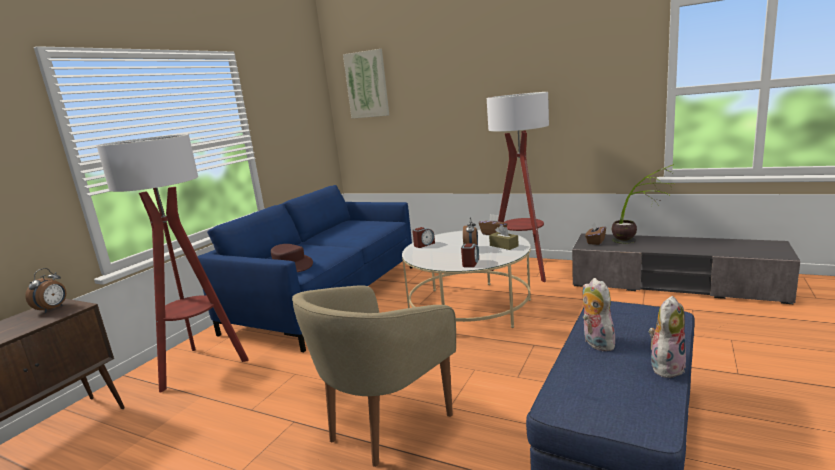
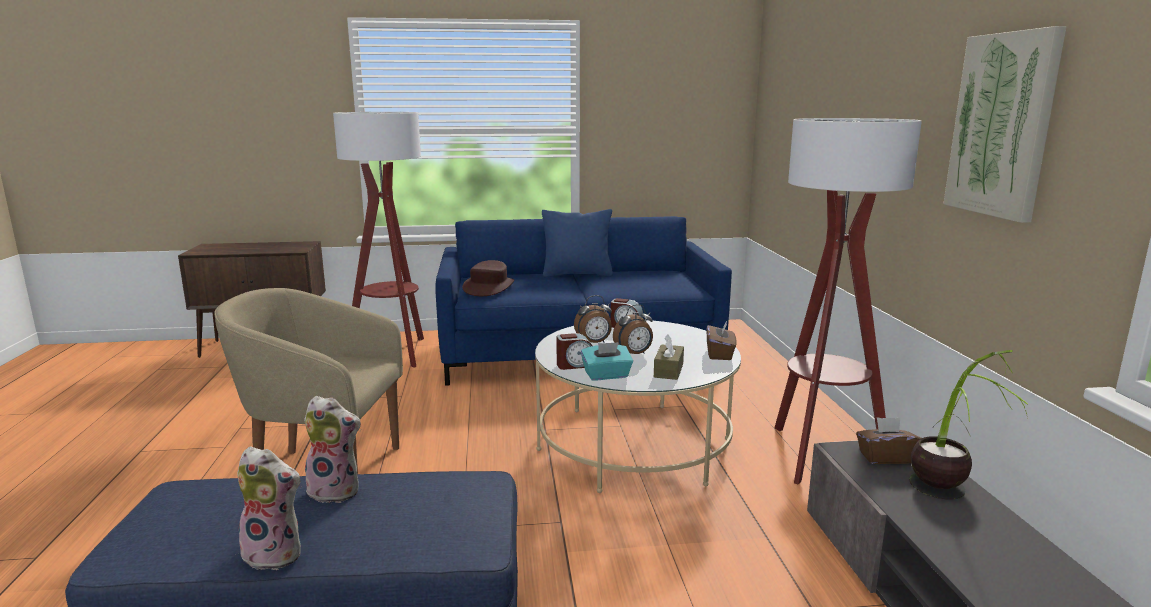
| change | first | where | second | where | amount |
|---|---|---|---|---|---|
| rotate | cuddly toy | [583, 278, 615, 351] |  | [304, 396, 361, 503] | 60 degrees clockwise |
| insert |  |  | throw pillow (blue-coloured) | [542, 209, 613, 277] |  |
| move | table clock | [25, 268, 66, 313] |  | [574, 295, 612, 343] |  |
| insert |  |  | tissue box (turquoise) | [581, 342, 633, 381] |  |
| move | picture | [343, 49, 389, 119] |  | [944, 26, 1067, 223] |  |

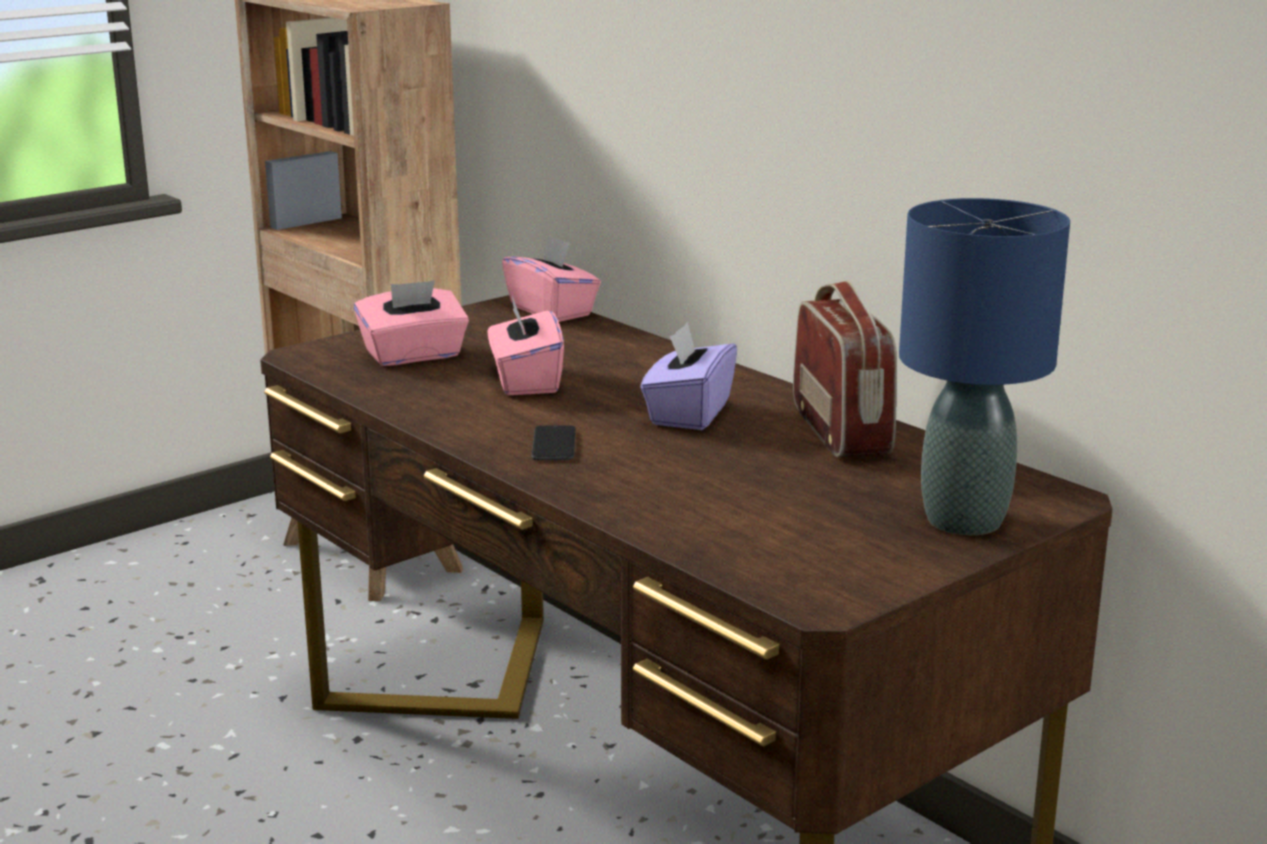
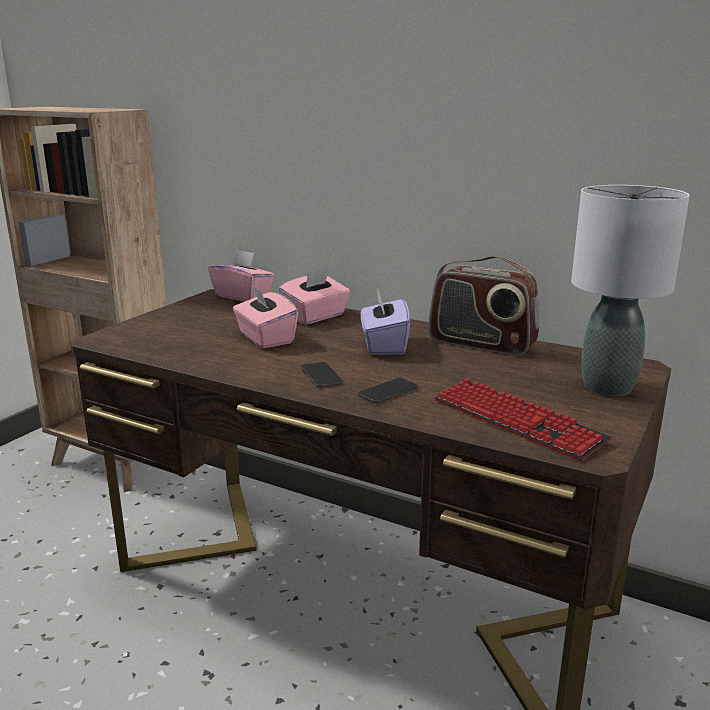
| change | first | where | second | where | amount |
|---|---|---|---|---|---|
| move | tissue box (pinkish) | [354, 280, 469, 366] |  | [279, 268, 350, 325] |  |
| insert |  |  | phone | [358, 378, 418, 403] |  |
| rotate | radio set | [793, 281, 897, 457] |  | [429, 256, 540, 356] | 150 degrees clockwise |
| insert |  |  | PC keyboard | [434, 378, 612, 461] |  |
| recolor | table lamp (blue-coloured) | [899, 198, 1070, 535] | table lamp (gray) | [571, 185, 690, 396] |  |

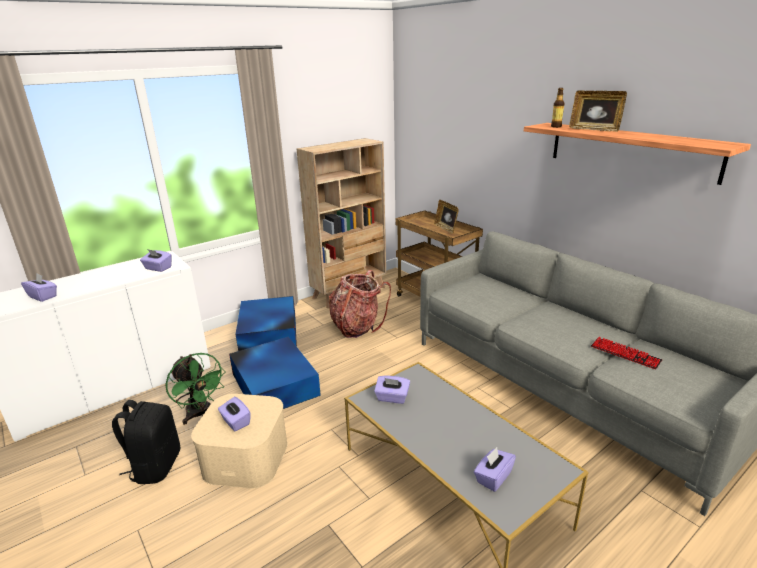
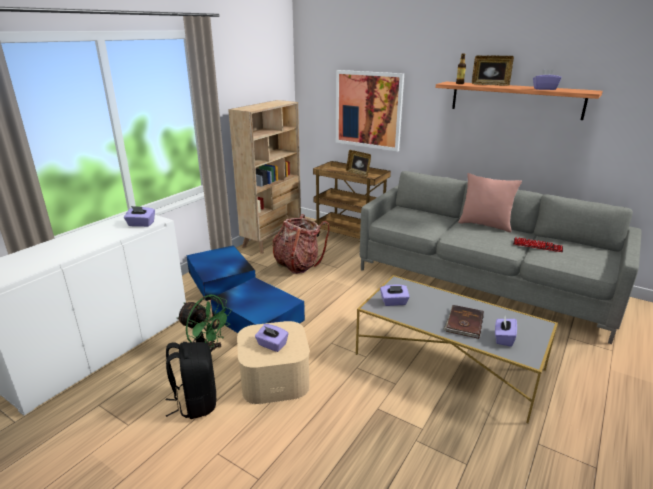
| change | first | where | second | where | amount |
|---|---|---|---|---|---|
| insert |  |  | picture | [336, 70, 404, 152] |  |
| insert |  |  | book (brownish) | [443, 305, 484, 339] |  |
| insert |  |  | throw pillow (pinkish) | [458, 173, 522, 233] |  |
| move | tissue box (purplish) | [21, 273, 57, 302] |  | [533, 69, 561, 90] |  |

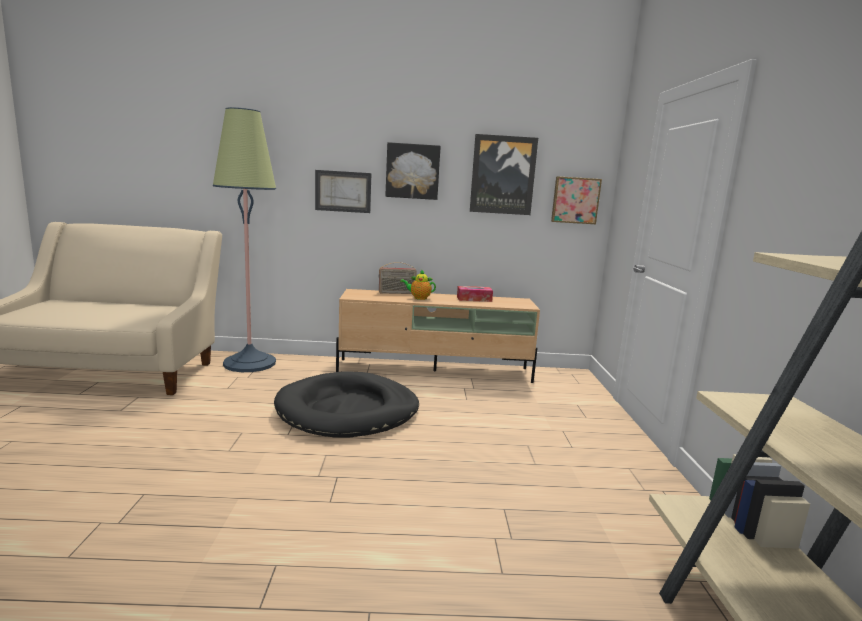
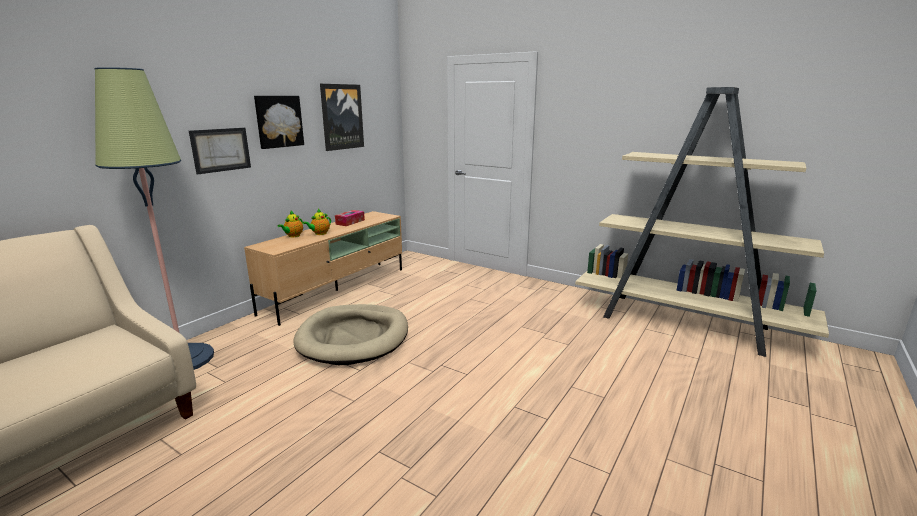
| change | first | where | second | where | amount |
|---|---|---|---|---|---|
| replace | radio set | [379, 262, 417, 294] | tea pot | [278, 211, 303, 237] |  |
| recolor | pet bed (black) | [274, 371, 419, 438] | pet bed (beige) | [293, 304, 408, 365] |  |
| delete | picture | [551, 176, 602, 224] |  |  |  |

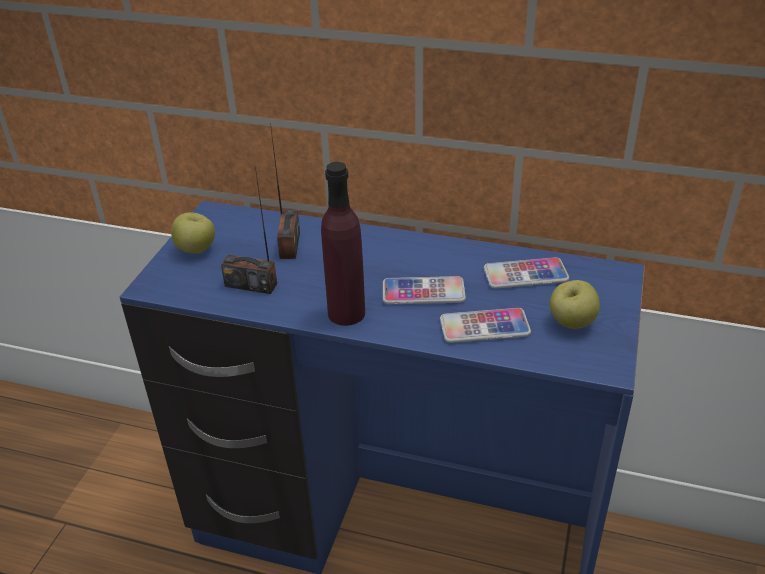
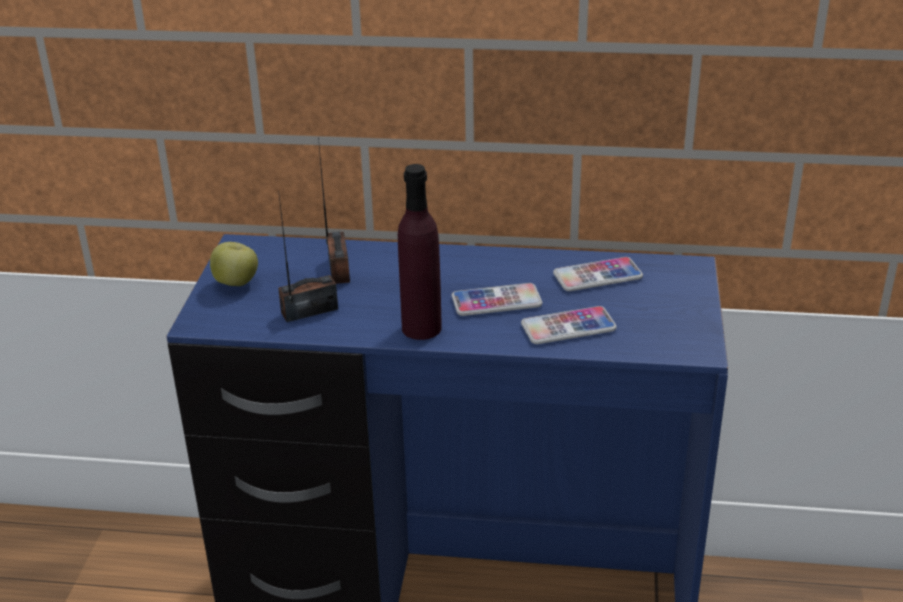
| change | first | where | second | where | amount |
|---|---|---|---|---|---|
| rotate | radio set | [221, 167, 277, 294] |  | [278, 196, 338, 322] | 150 degrees clockwise |
| delete | apple | [550, 280, 600, 329] |  |  |  |

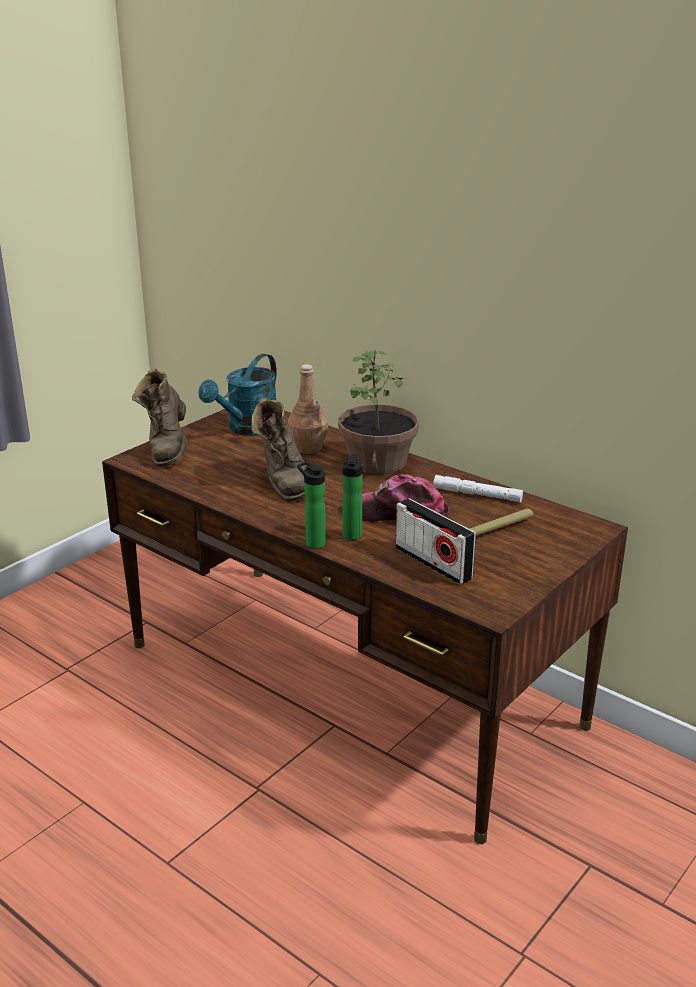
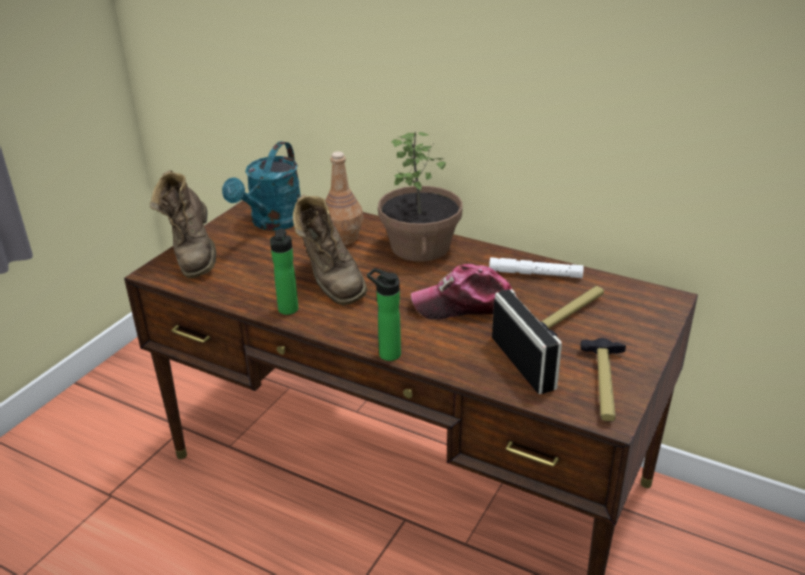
| change | first | where | second | where | amount |
|---|---|---|---|---|---|
| move | bottle | [342, 455, 363, 540] |  | [270, 228, 298, 315] |  |
| rotate | radio set | [396, 498, 476, 585] |  | [492, 289, 562, 394] | 150 degrees counterclockwise |
| insert |  |  | tool hammer | [580, 338, 626, 421] |  |

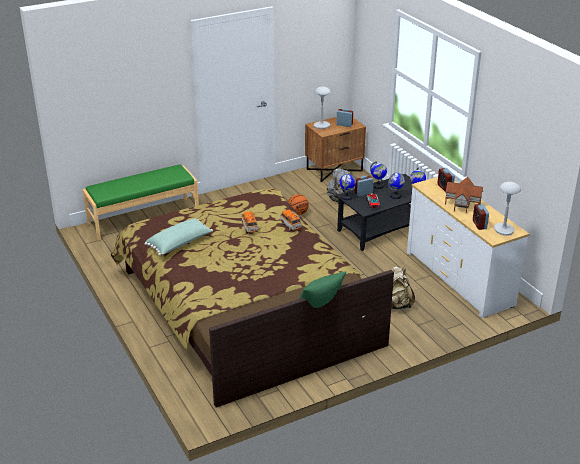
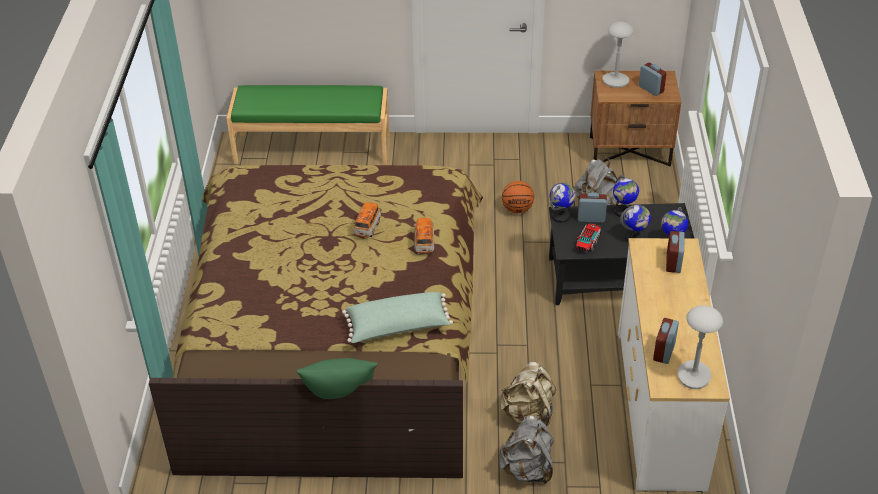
| change | first | where | second | where | amount |
|---|---|---|---|---|---|
| move | throw pillow (greenish) | [145, 218, 213, 256] |  | [342, 292, 453, 343] |  |
| insert |  |  | knapsack (gray) | [499, 416, 554, 484] |  |
| delete | miniature house | [445, 177, 483, 213] |  |  |  |

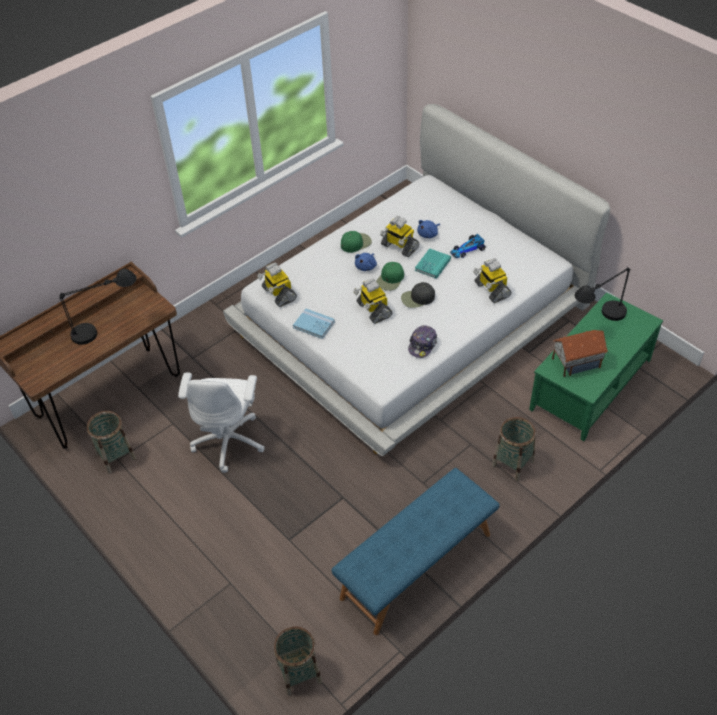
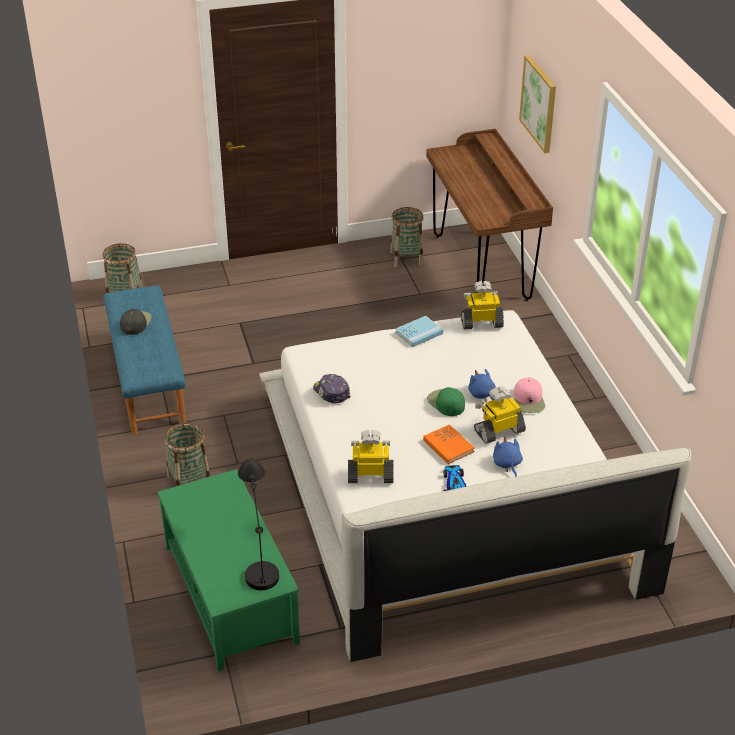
| change | first | where | second | where | amount |
|---|---|---|---|---|---|
| move | baseball cap (black) | [401, 282, 435, 308] |  | [120, 309, 152, 335] |  |
| recolor | book (turquoise) | [415, 248, 451, 279] | book (orangey) | [423, 424, 475, 464] |  |
| recolor | baseball cap (greenish) | [341, 231, 372, 253] | baseball cap (pinkish) | [514, 377, 545, 413] |  |
| insert |  |  | picture | [519, 55, 556, 153] |  |
| delete | table lamp (black) | [59, 268, 137, 345] |  |  |  |
| delete | office chair (white-coloured) | [178, 372, 265, 473] |  |  |  |
| delete | robot figure | [353, 278, 392, 324] |  |  |  |
| delete | miniature house | [552, 330, 608, 377] |  |  |  |

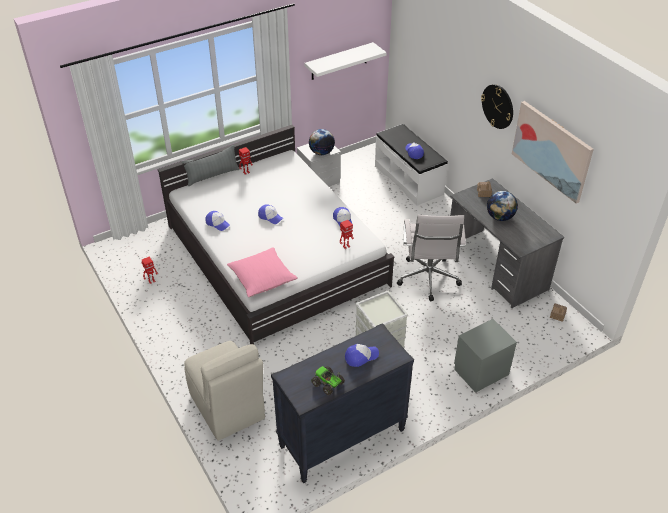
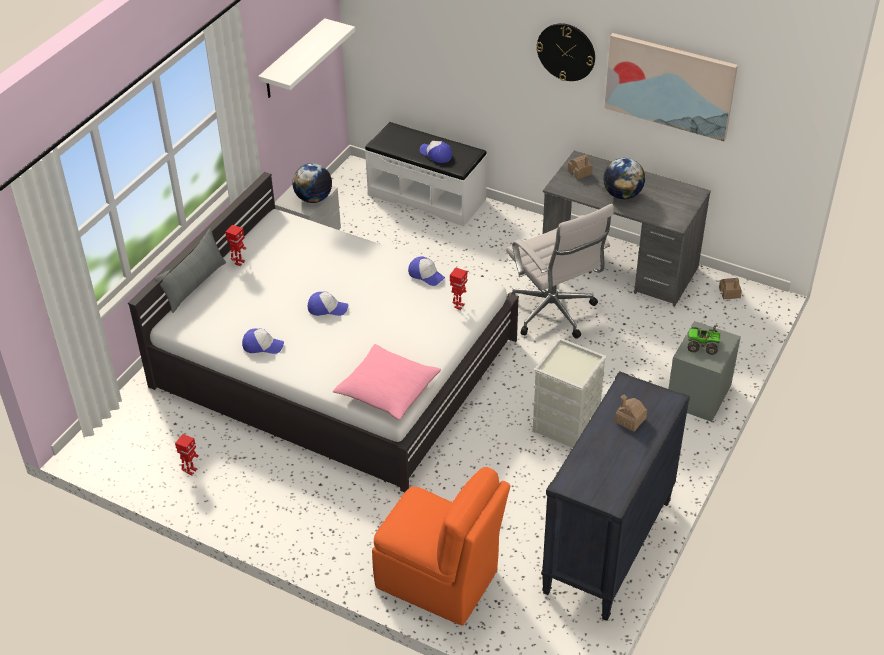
| change | first | where | second | where | amount |
|---|---|---|---|---|---|
| recolor | plain chair (beige) | [184, 341, 265, 441] | plain chair (orangey) | [372, 467, 510, 625] |  |
| replace | baseball cap | [345, 344, 379, 367] | miniature house | [615, 394, 647, 432] |  |
| move | model truck | [311, 366, 345, 396] |  | [687, 325, 720, 355] |  |

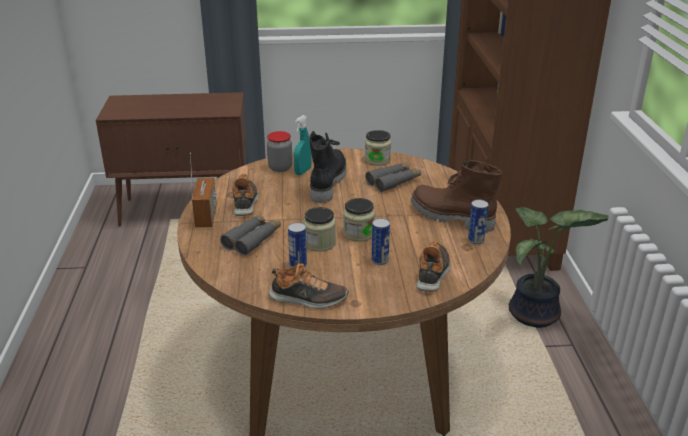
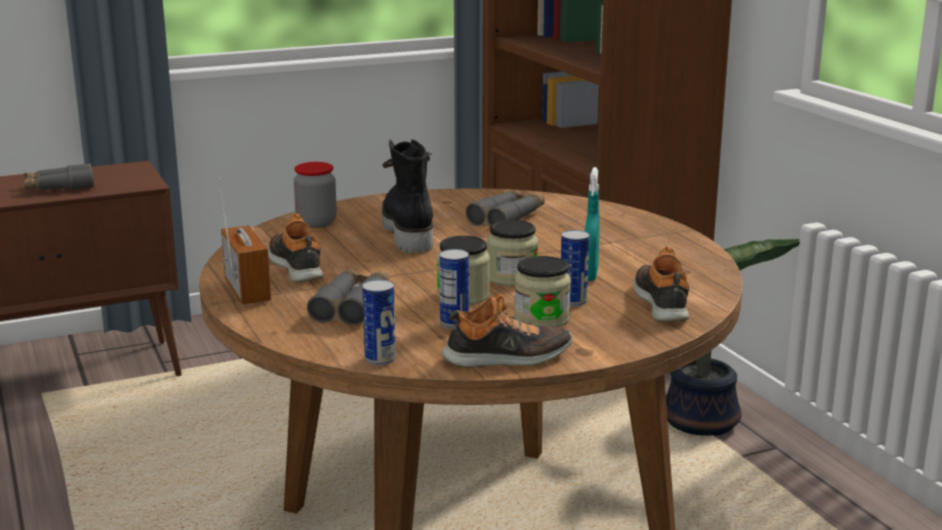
| change | first | where | second | where | amount |
|---|---|---|---|---|---|
| insert |  |  | field glasses (gray) | [24, 163, 94, 190] |  |
| move | sealed can | [468, 199, 489, 245] |  | [362, 279, 396, 365] |  |
| move | storage jar | [365, 130, 391, 166] |  | [514, 256, 571, 327] |  |
| move | sprayer (turquoise) | [294, 115, 312, 175] |  | [585, 167, 600, 281] |  |
| delete | high-top boot (brownish) | [411, 160, 502, 233] |  |  |  |

